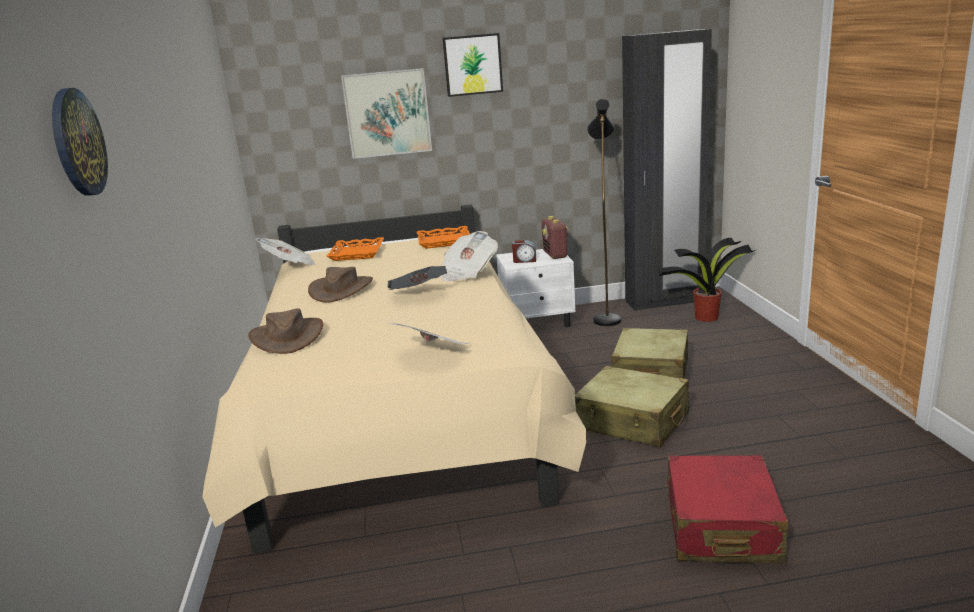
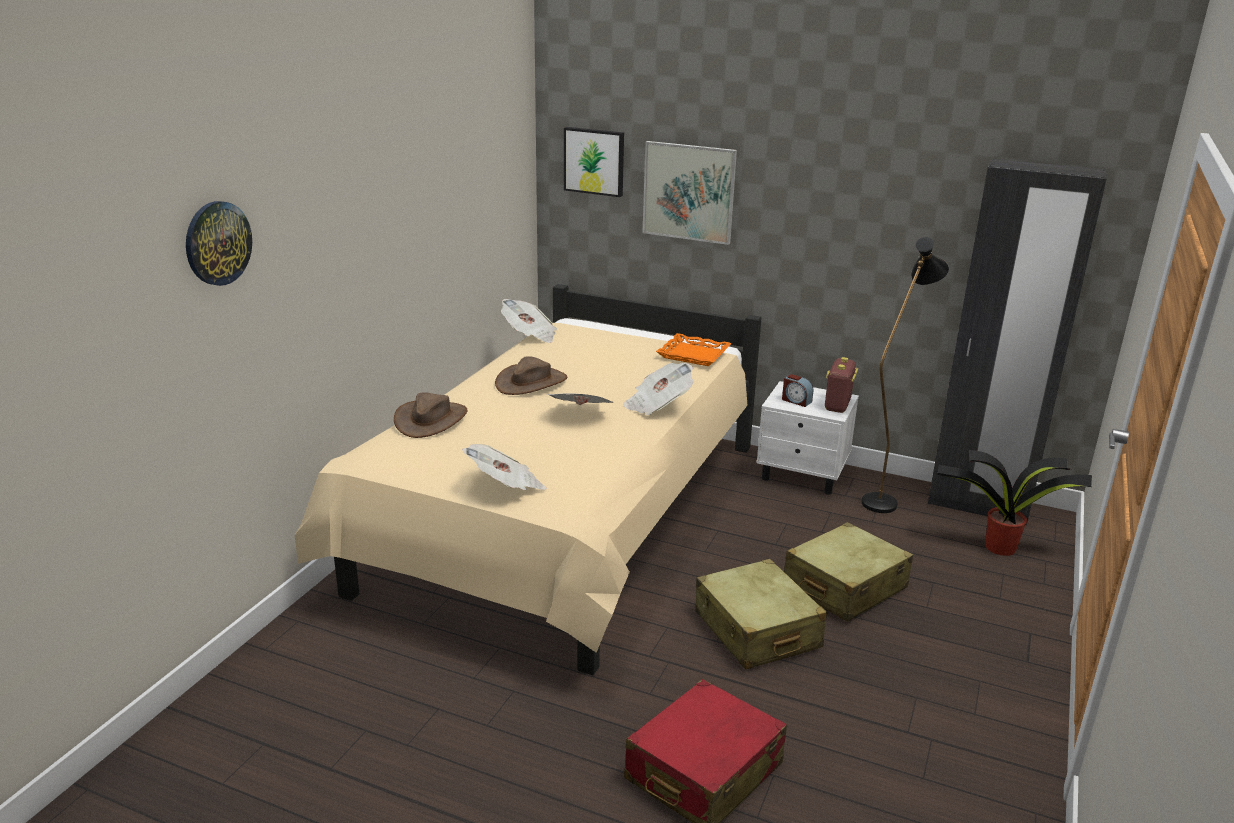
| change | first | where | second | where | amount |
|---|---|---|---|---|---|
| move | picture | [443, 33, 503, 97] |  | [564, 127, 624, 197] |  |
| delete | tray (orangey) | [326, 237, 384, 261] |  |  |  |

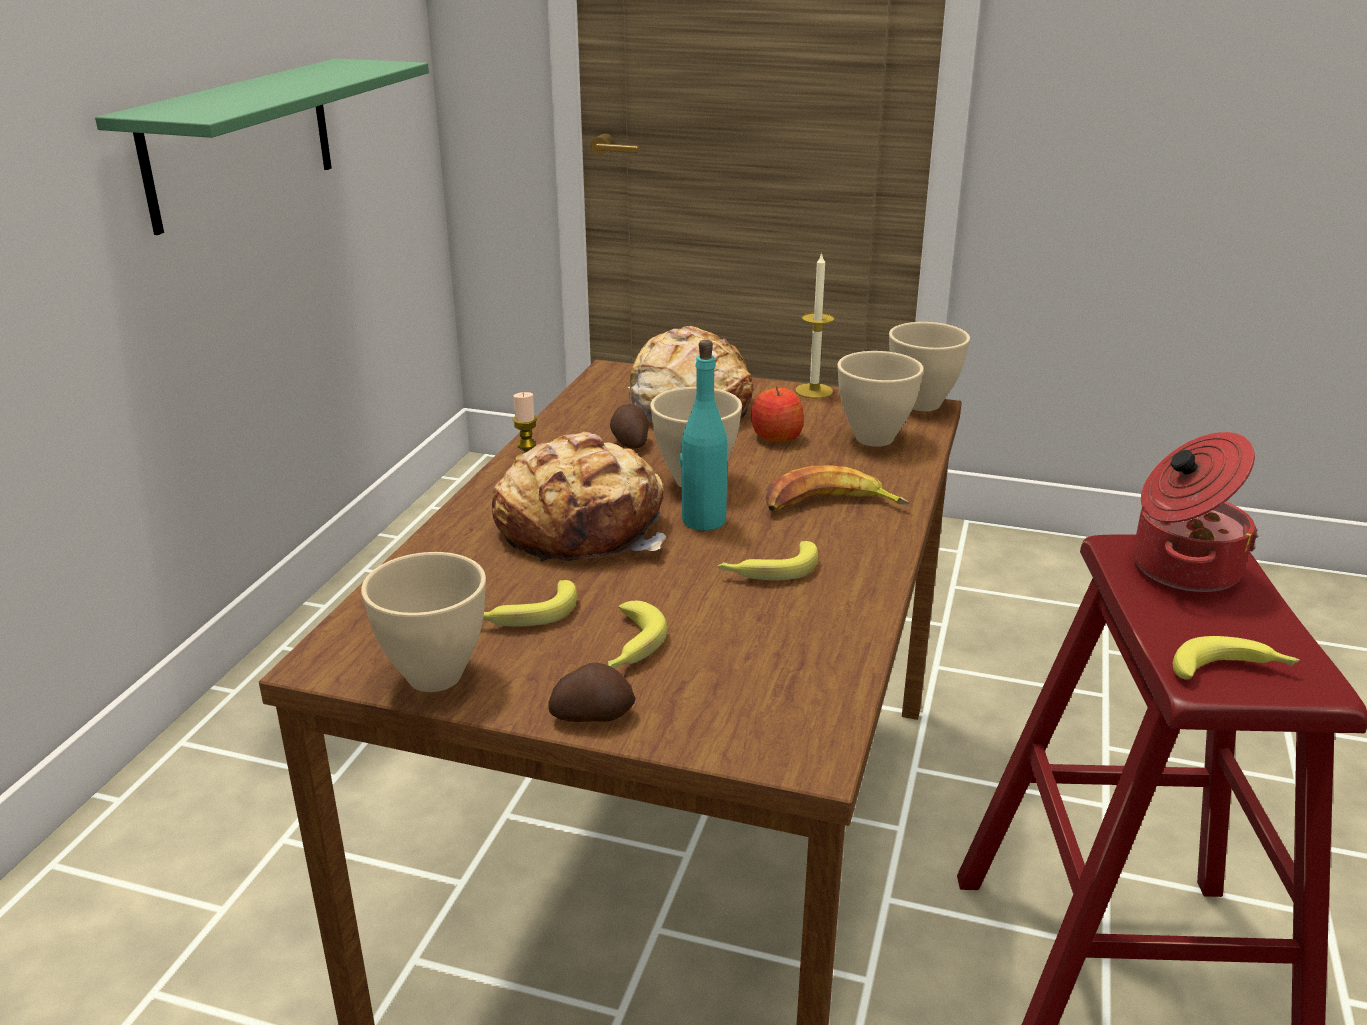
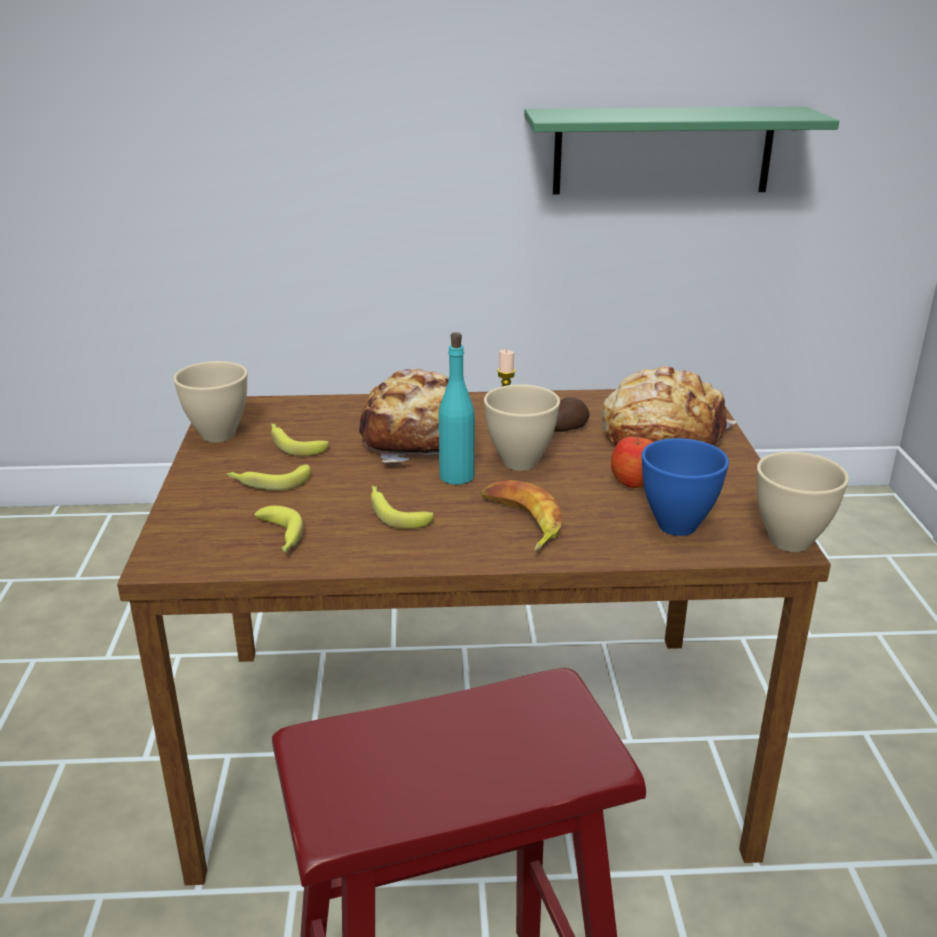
| change | first | where | second | where | amount |
|---|---|---|---|---|---|
| move | banana fruit | [1173, 636, 1300, 680] |  | [254, 506, 303, 552] |  |
| recolor | bowl (beige) | [837, 351, 924, 447] | bowl (blue-coloured) | [642, 438, 729, 536] |  |
| delete | spud | [548, 663, 635, 722] |  |  |  |
| delete | wax candle | [795, 252, 835, 398] |  |  |  |
| delete | saucepot | [1133, 432, 1258, 592] |  |  |  |

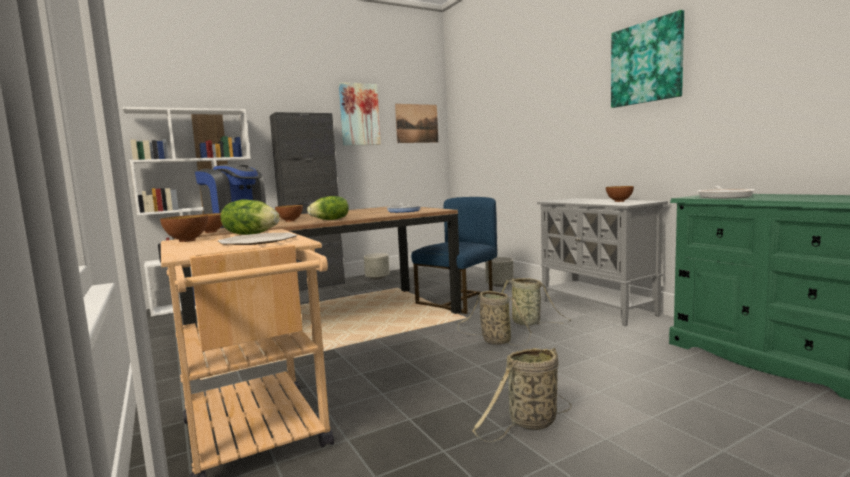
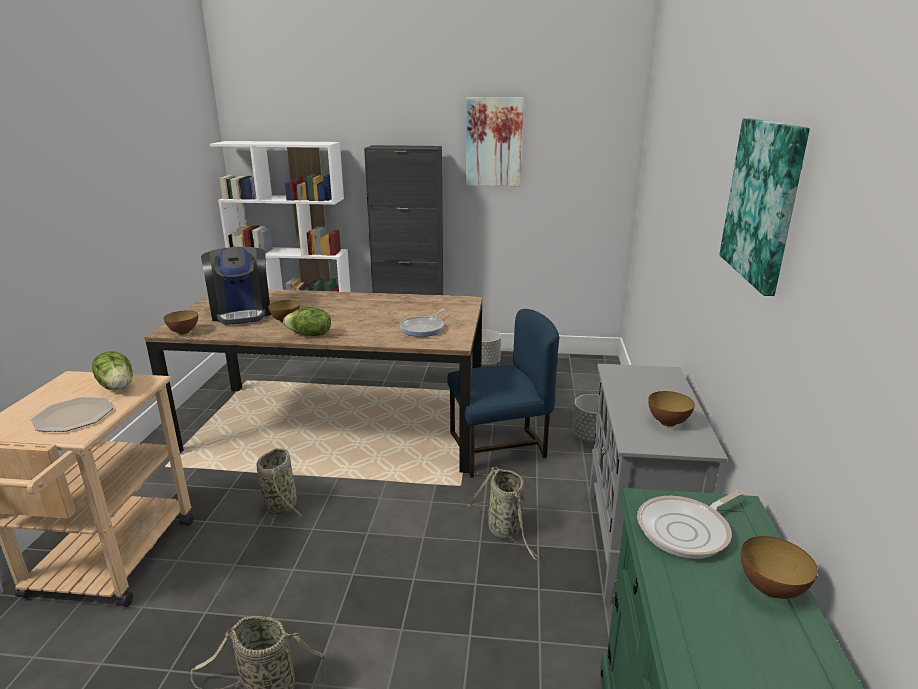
| change | first | where | second | where | amount |
|---|---|---|---|---|---|
| move | basket | [458, 291, 531, 346] |  | [257, 448, 302, 528] |  |
| move | bowl | [160, 215, 208, 242] |  | [741, 536, 818, 599] |  |
| delete | picture | [395, 104, 438, 143] |  |  |  |

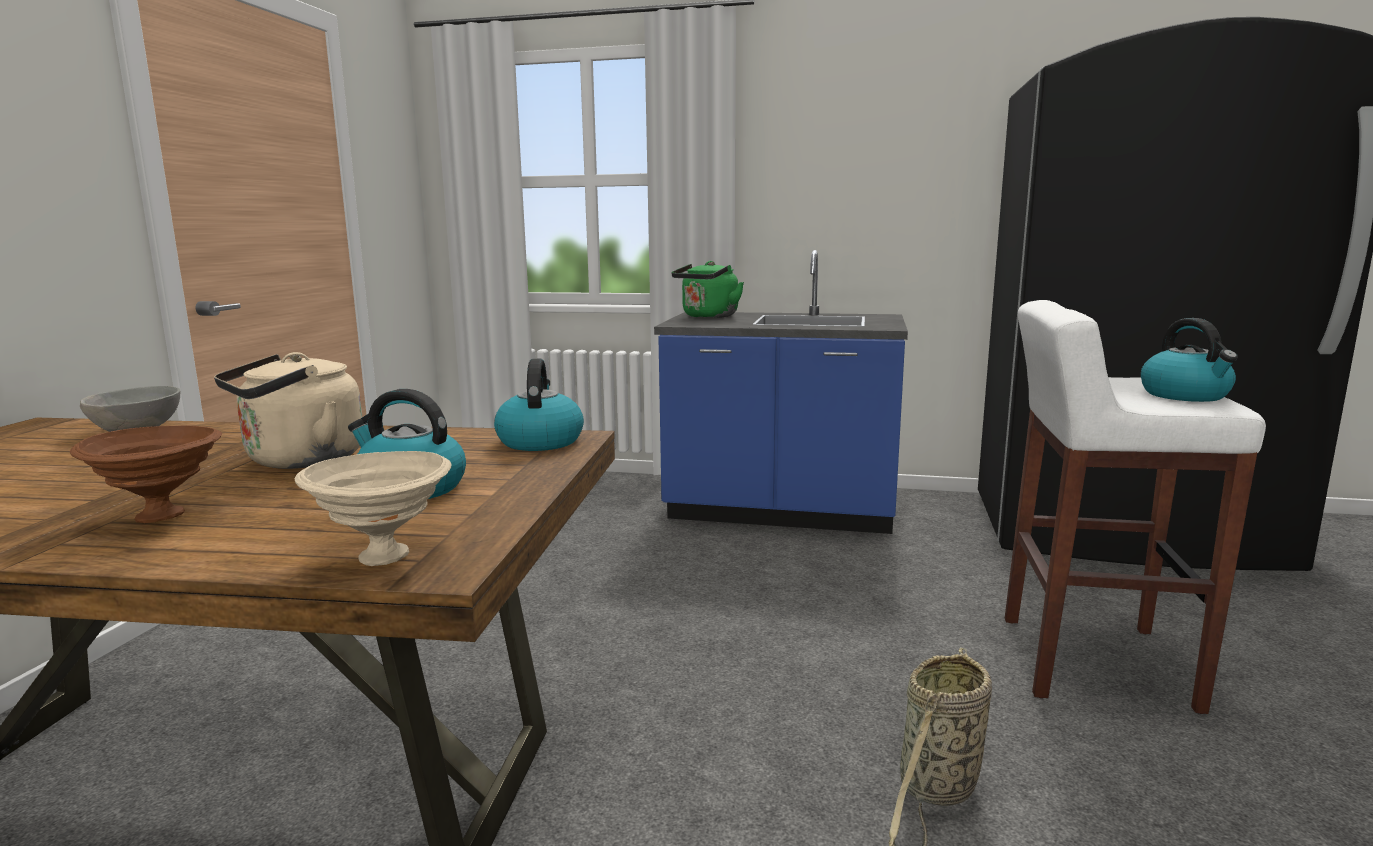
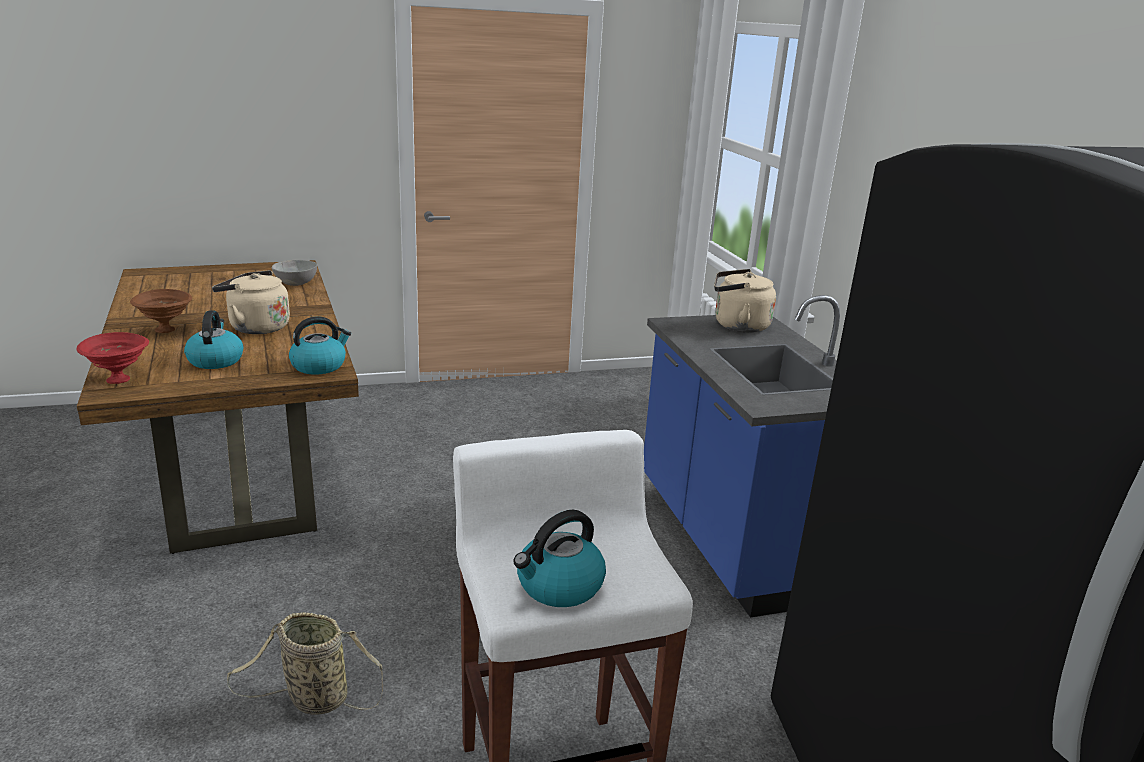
| change | first | where | second | where | amount |
|---|---|---|---|---|---|
| recolor | bowl (beige) | [295, 451, 451, 566] | bowl (red) | [76, 332, 149, 384] |  |
| recolor | tea kettle (greenish) | [671, 261, 744, 318] | tea kettle (beige) | [714, 269, 776, 332] |  |

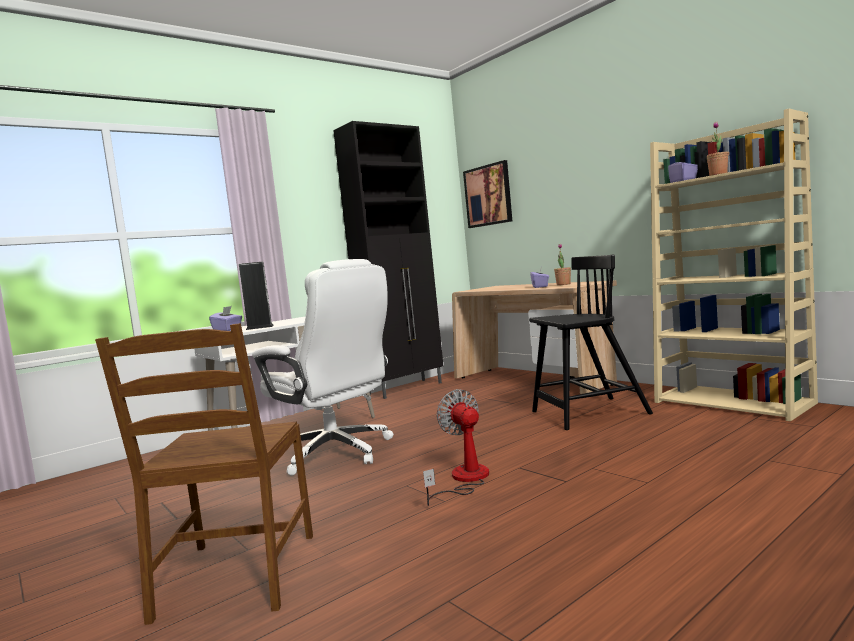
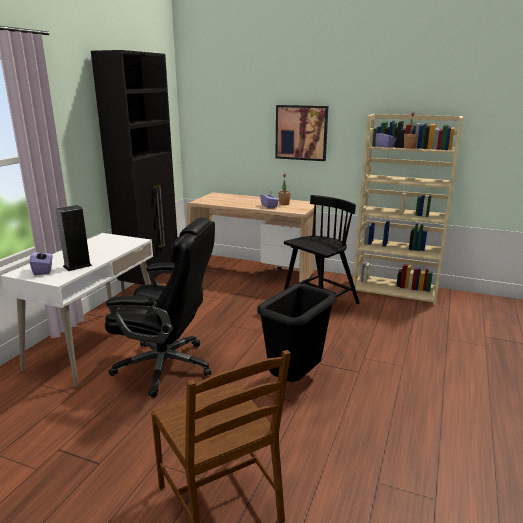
| change | first | where | second | where | amount |
|---|---|---|---|---|---|
| recolor | office chair (white-coloured) | [252, 259, 394, 476] | office chair (black) | [105, 217, 215, 398] |  |
| replace | electric fan | [423, 389, 489, 506] | waste bin (black) | [257, 283, 336, 382] |  |
| move | picture | [463, 160, 512, 228] |  | [275, 105, 328, 161] |  |

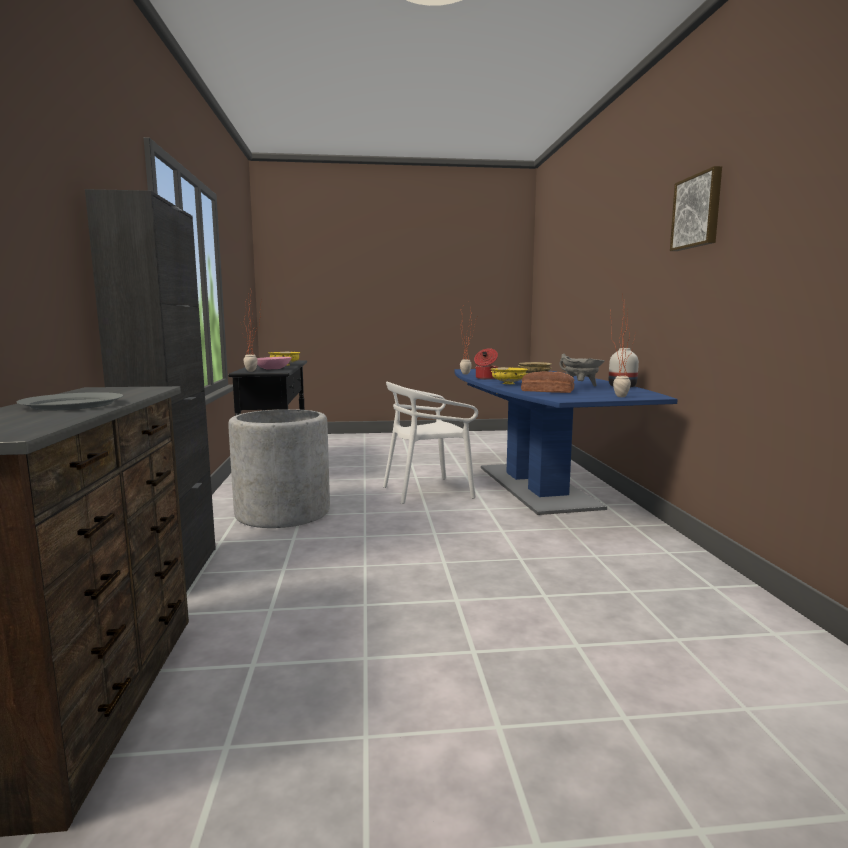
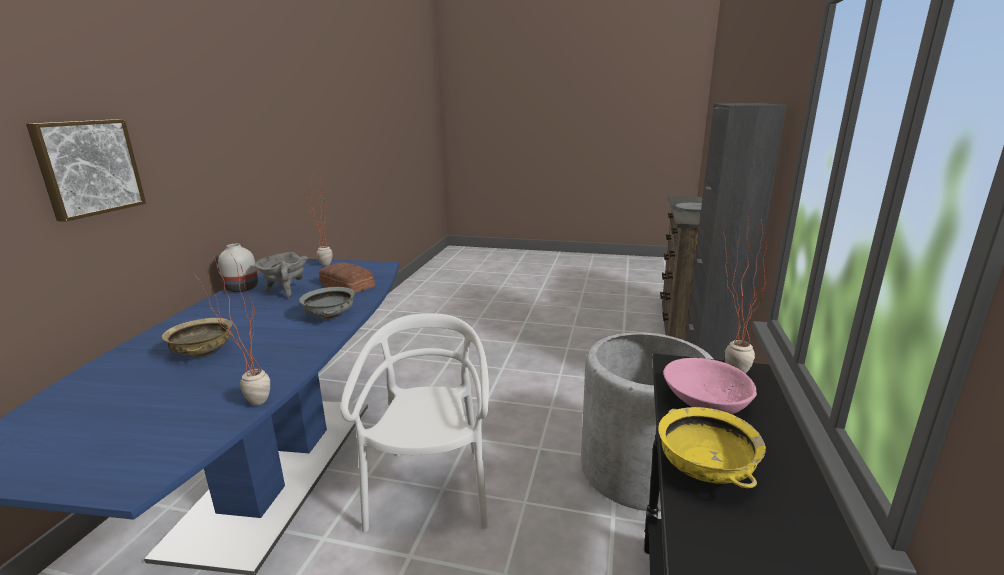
| change | first | where | second | where | amount |
|---|---|---|---|---|---|
| move | picture | [670, 166, 722, 251] |  | [26, 119, 146, 222] |  |
| recolor | bowl (yellow-coloured) | [491, 367, 528, 384] | bowl (gray) | [299, 287, 355, 319] |  |
| rotate | plain chair (white-coloured) | [383, 382, 478, 504] |  | [341, 314, 489, 532] | 90 degrees counterclockwise |
| delete | saucepot | [474, 348, 498, 380] |  |  |  |

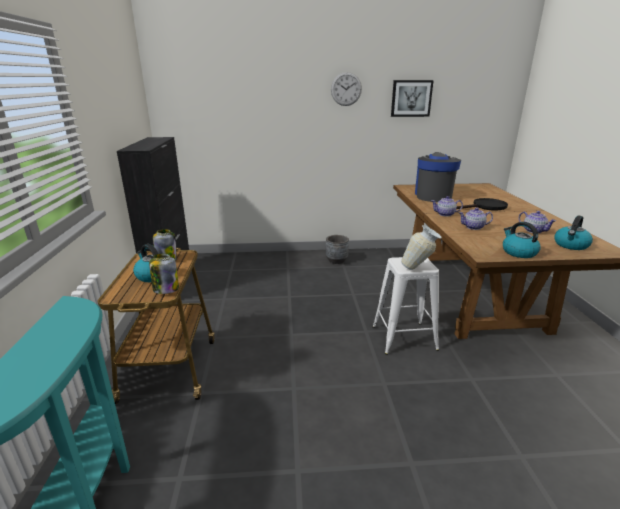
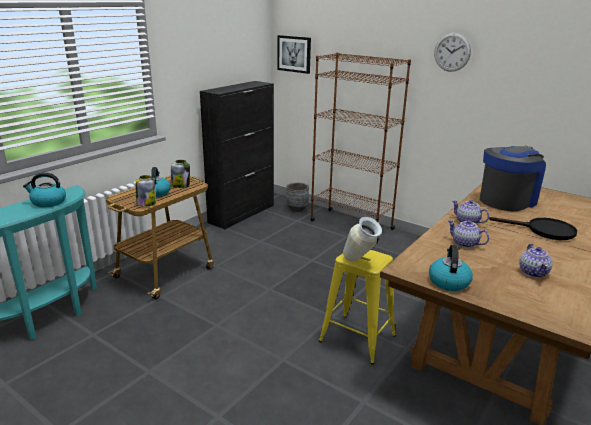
| change | first | where | second | where | amount |
|---|---|---|---|---|---|
| move | tea kettle | [554, 215, 593, 250] |  | [23, 172, 66, 207] |  |
| move | picture | [391, 80, 434, 117] |  | [277, 35, 311, 74] |  |
| move | plant pot (gray) | [326, 235, 349, 264] |  | [286, 183, 309, 212] |  |
| insert |  |  | bookshelf (brownish) | [310, 53, 411, 242] |  |
| recolor | stool seat (white-coloured) | [372, 257, 439, 355] | stool seat (yellow-coloured) | [319, 250, 396, 365] |  |

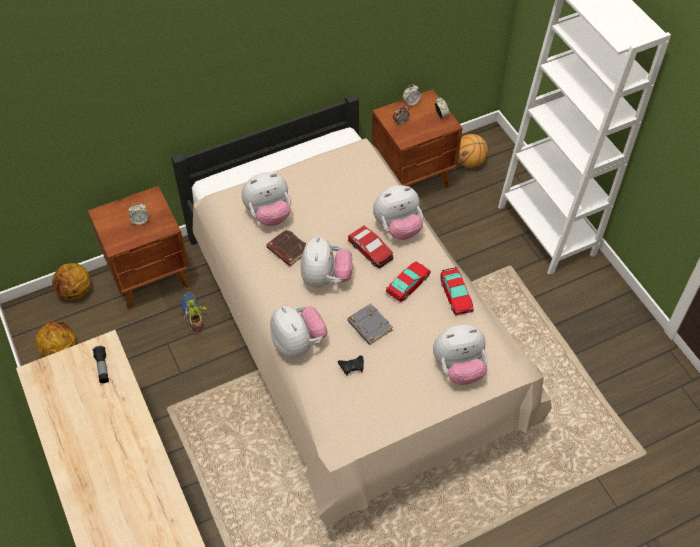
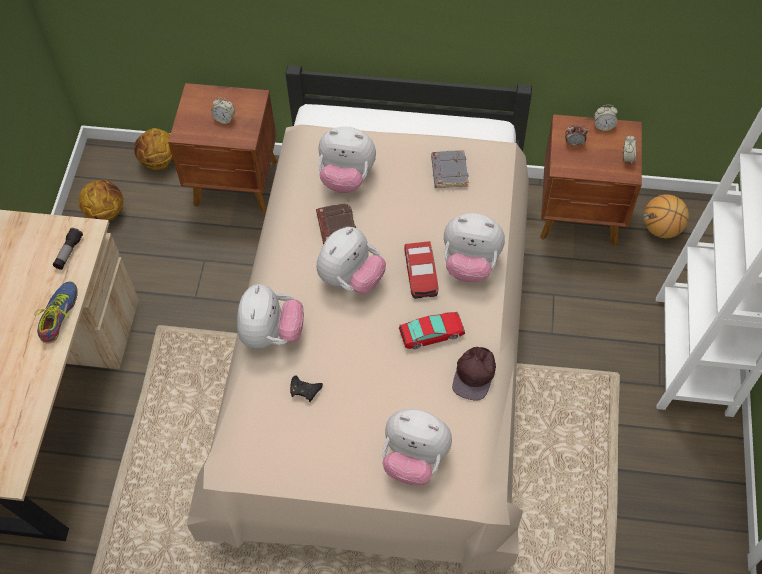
| change | first | where | second | where | amount |
|---|---|---|---|---|---|
| move | low shoe | [181, 292, 207, 334] |  | [34, 282, 78, 343] |  |
| move | book (gray) | [347, 303, 393, 345] |  | [431, 150, 469, 188] |  |
| replace | miniature car | [440, 267, 474, 315] | baseball cap (brownish) | [452, 347, 496, 401] |  |

